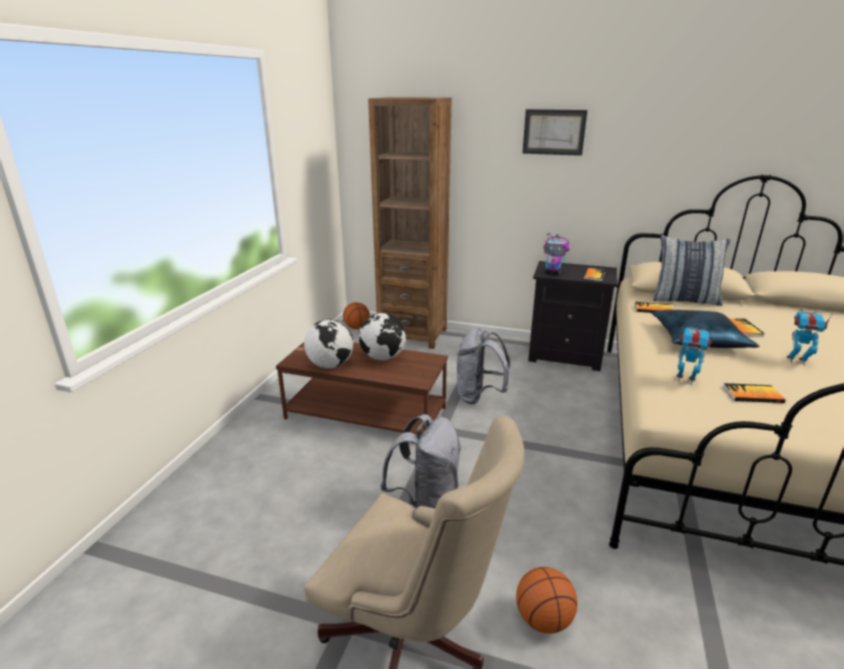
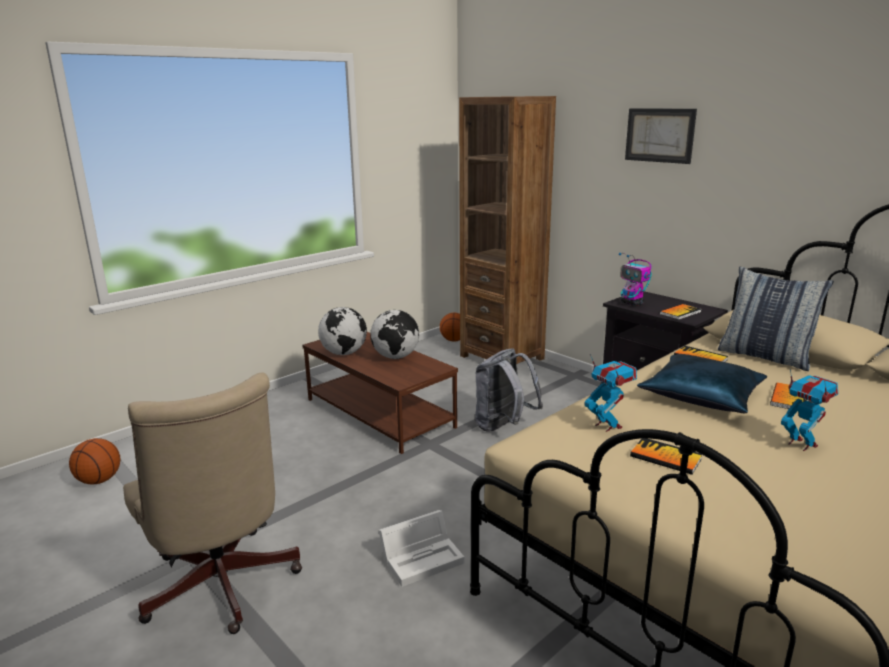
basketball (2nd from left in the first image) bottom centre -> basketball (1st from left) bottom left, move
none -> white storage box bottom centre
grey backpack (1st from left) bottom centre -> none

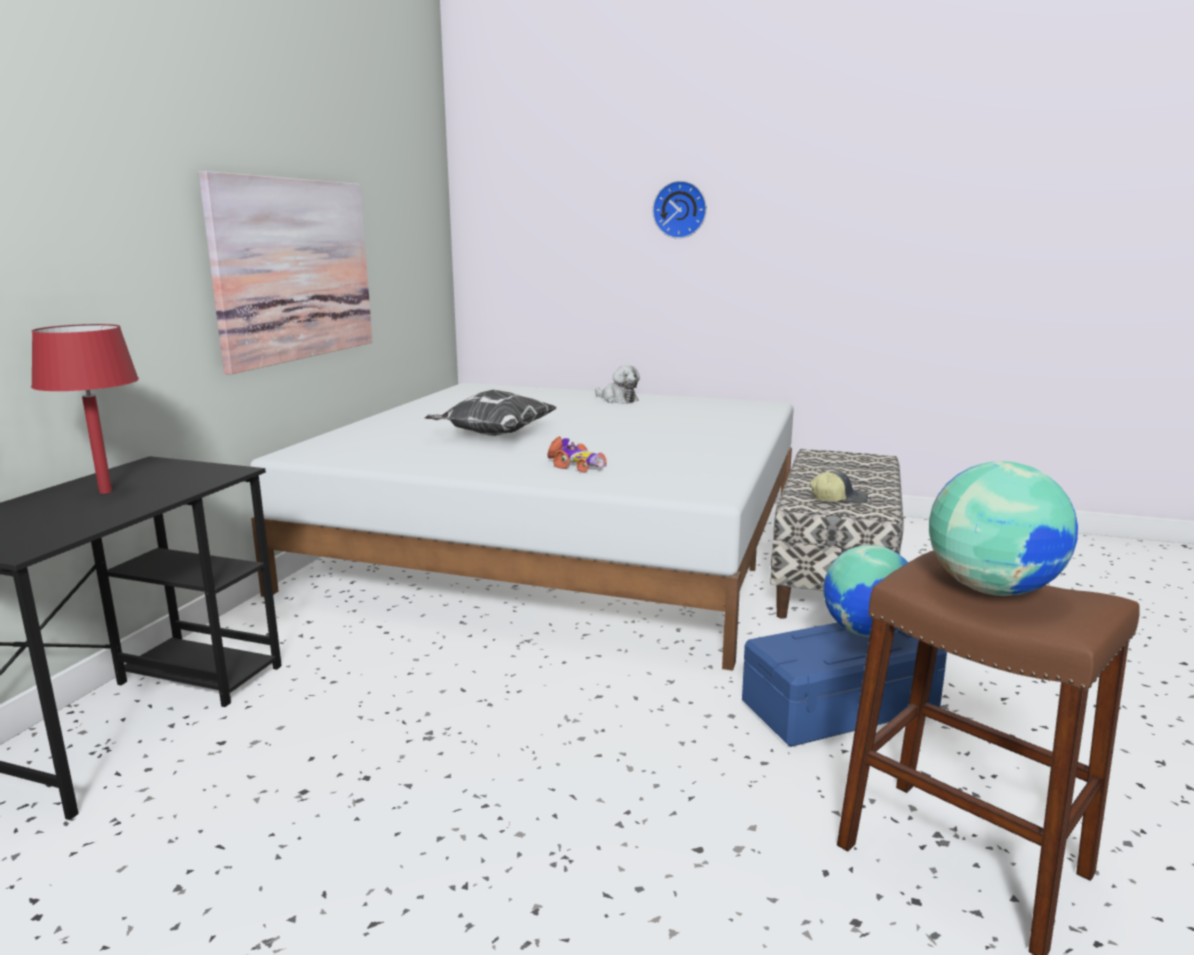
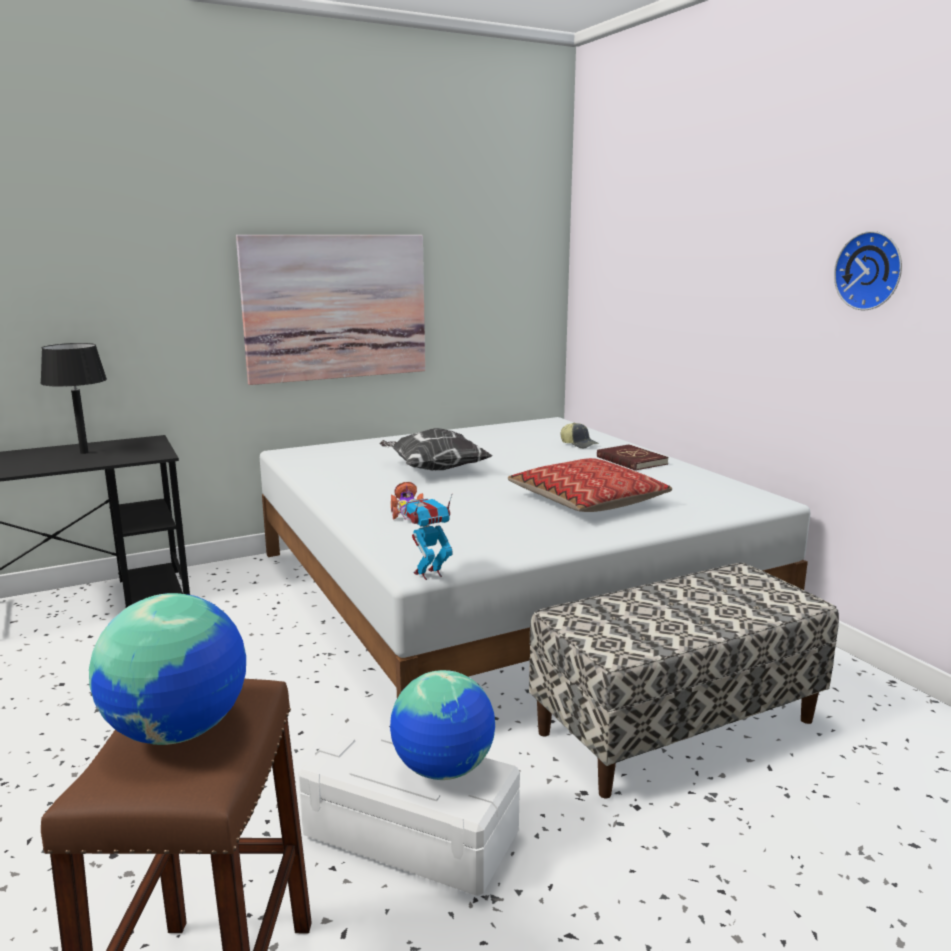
red table lamp middle left -> black table lamp middle left
blue storage box bottom right -> white storage box bottom centre
none -> toy robot centre
none -> pillow (2nd from left) centre
cap middle right -> cap centre, move
plush toy centre -> red book centre
wall clock top centre -> wall clock top right, move

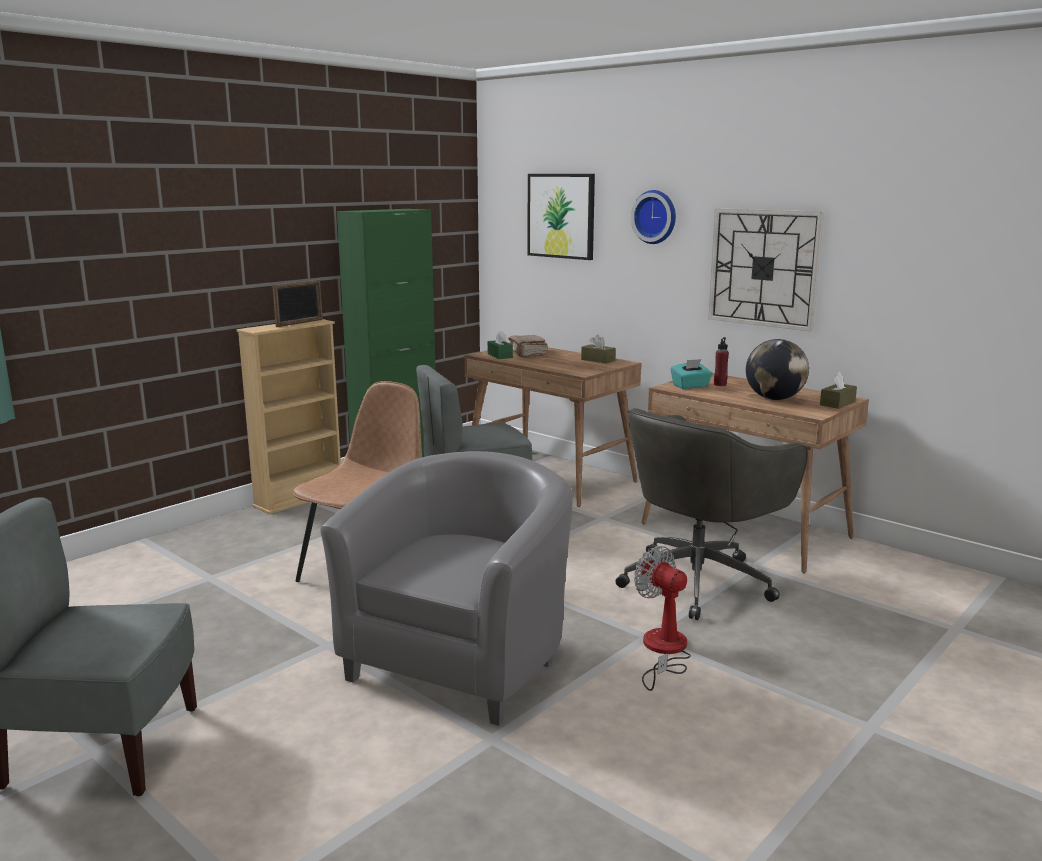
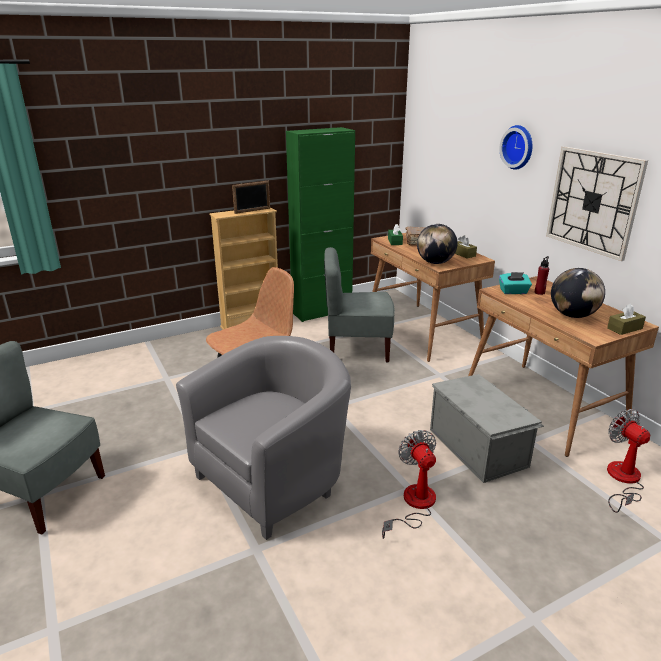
none -> globe (1st from left) centre
grey office chair middle right -> grey storage box middle right
none -> fan (2nd from left) bottom right
picture top centre -> none

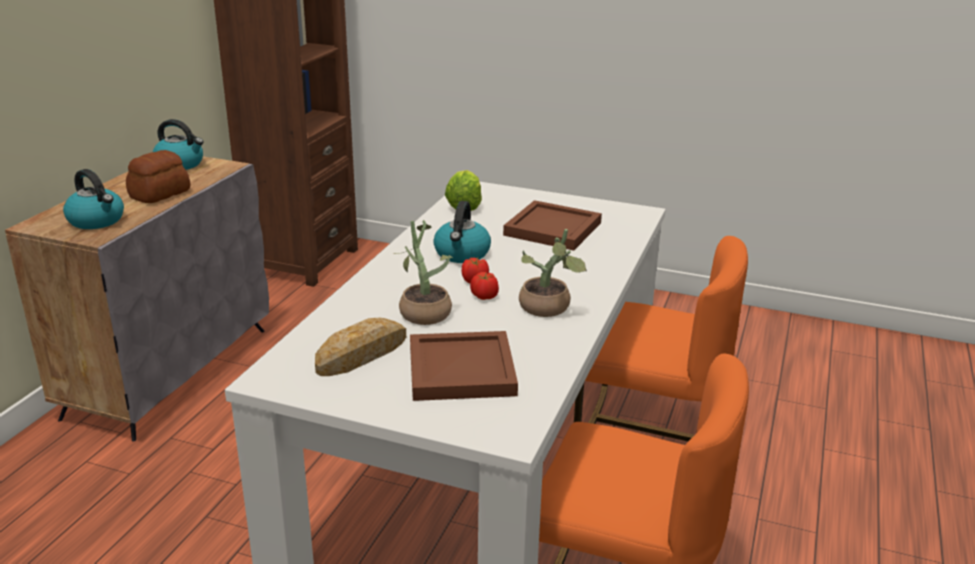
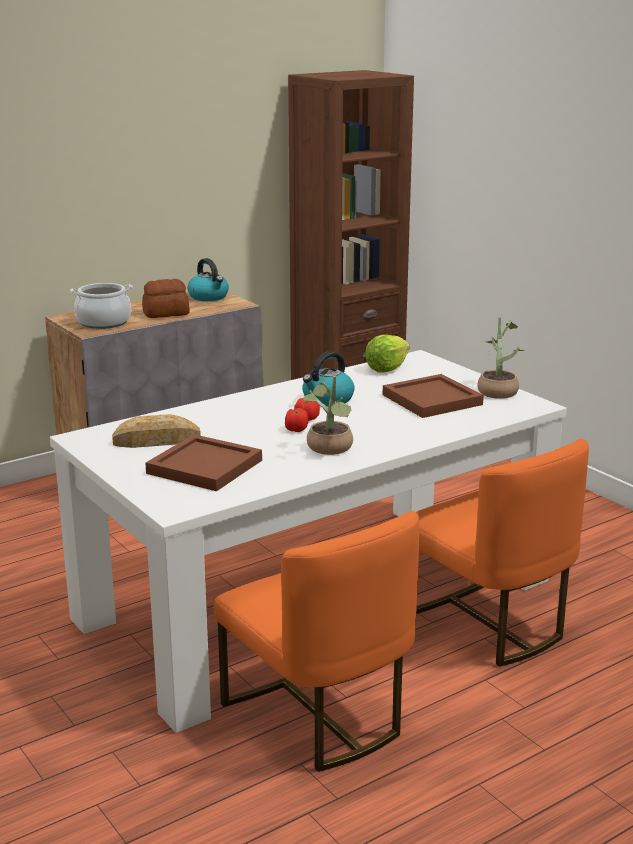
kettle (1st from left) middle left -> cooking pot middle left
potted plant (1st from left in the first image) centre -> potted plant (2nd from left) middle right, move

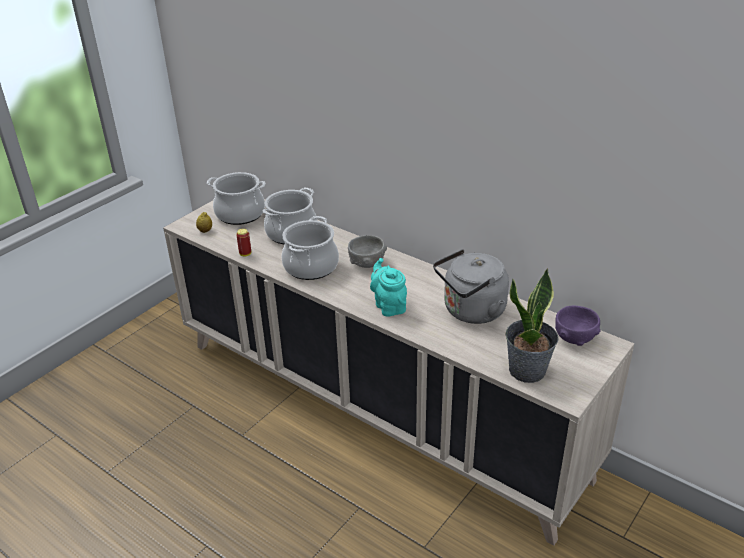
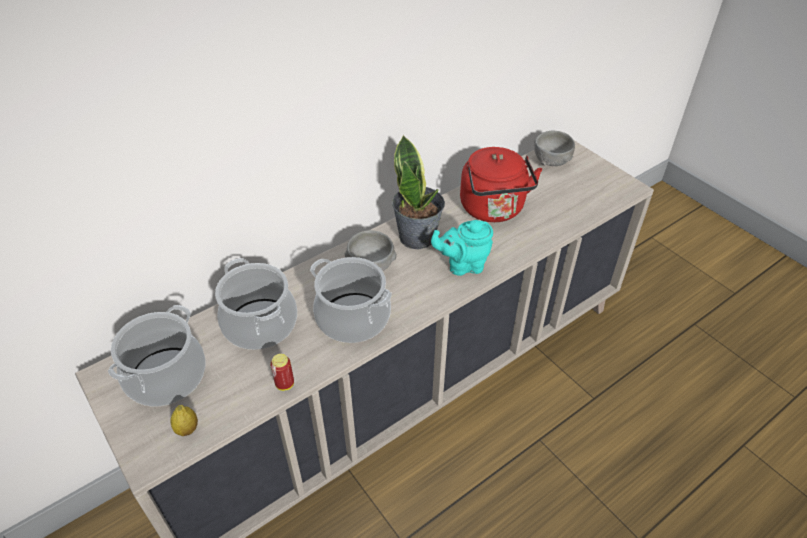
potted plant middle right -> potted plant centre, move
grey kettle centre -> red kettle centre
purple bowl middle right -> grey bowl (2nd from left) top right

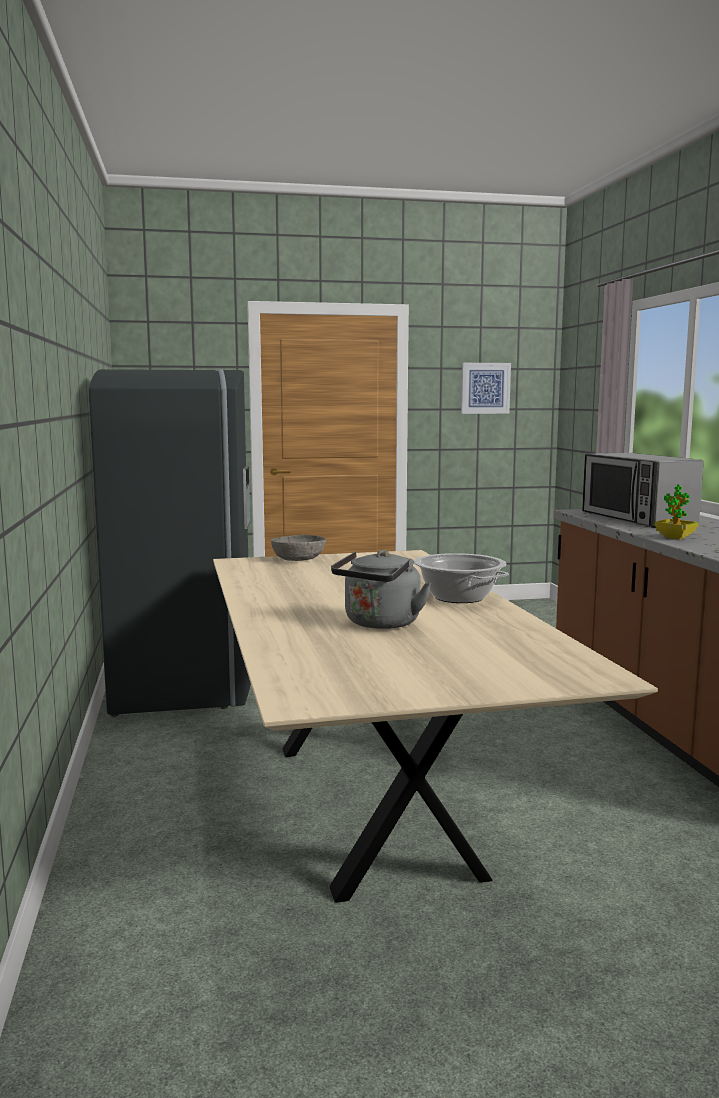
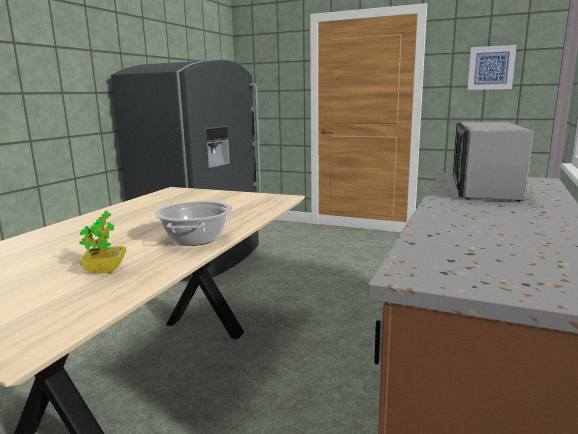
potted plant middle right -> potted plant middle left, move
grey bowl centre -> none
grey kettle centre -> none

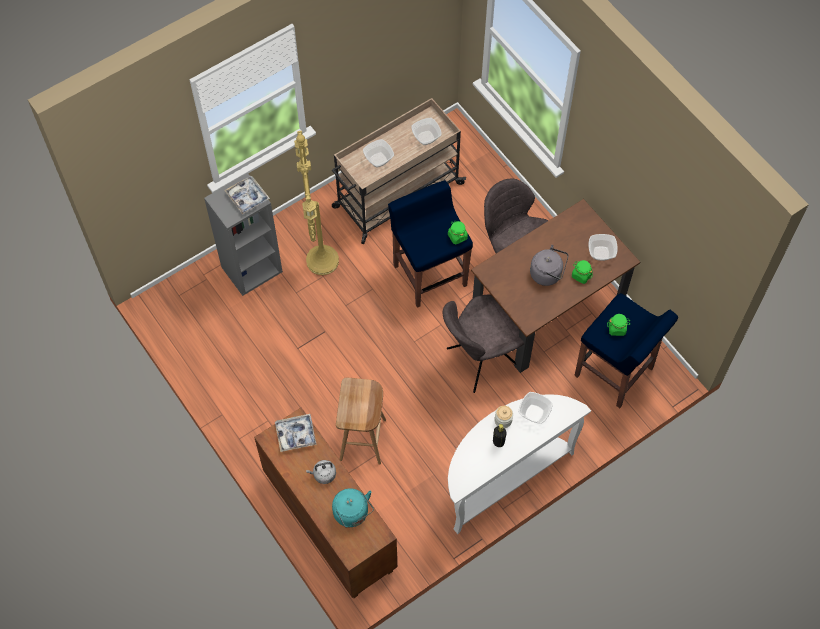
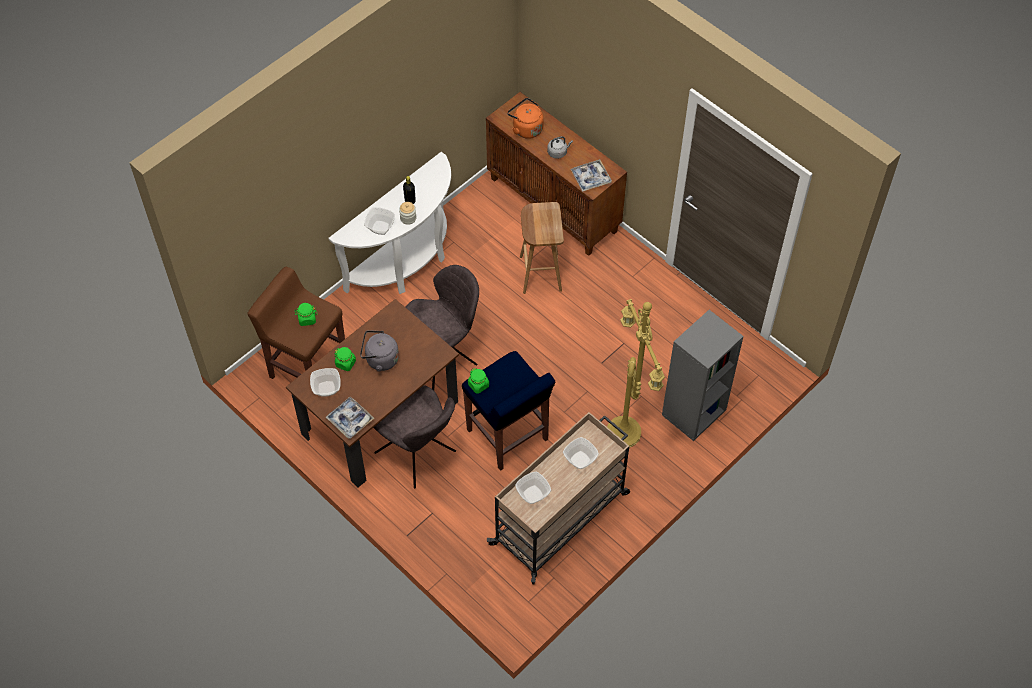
blue stool (2nd from left) middle right -> brown stool (1st from left) middle left
tray (1st from left) top left -> tray (1st from left) centre, move
turquoise kettle bottom centre -> orange kettle top centre

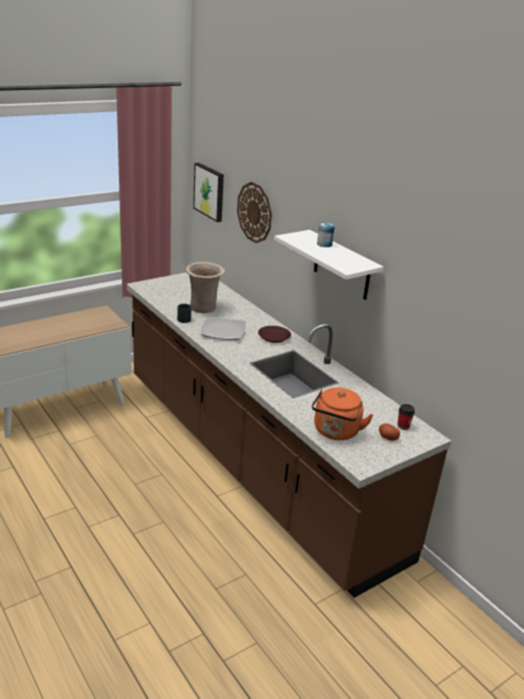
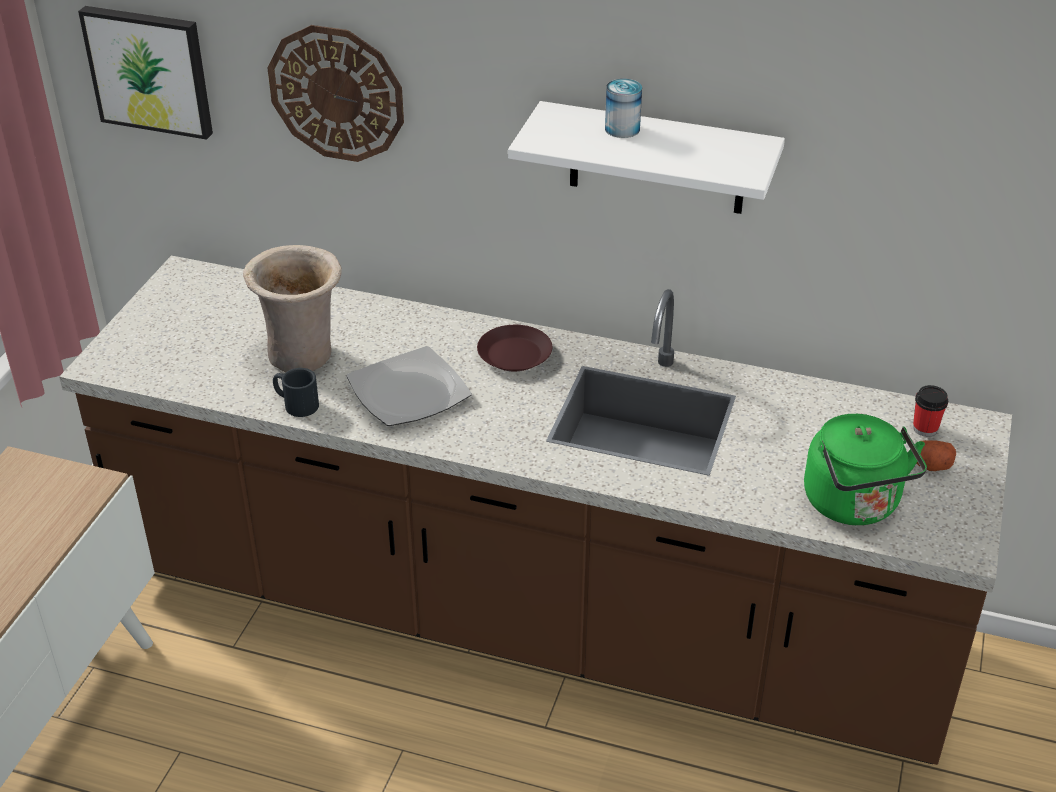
orange kettle centre -> green kettle middle right

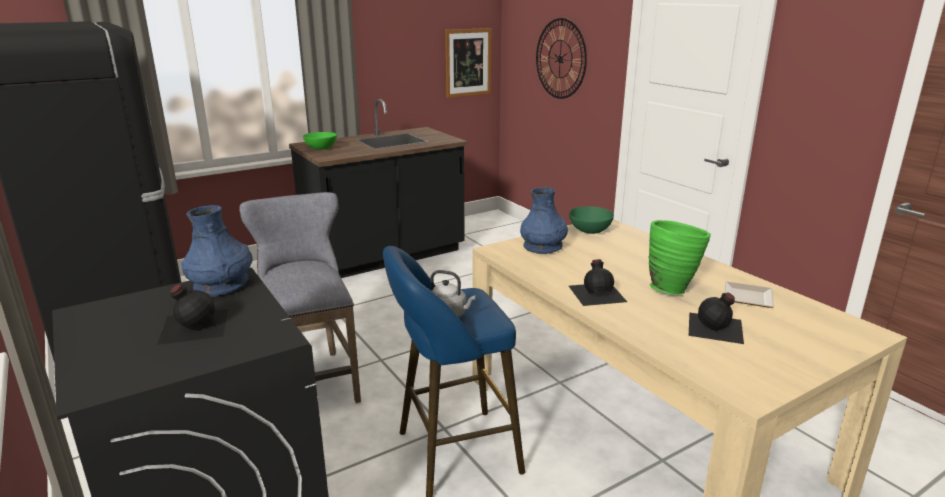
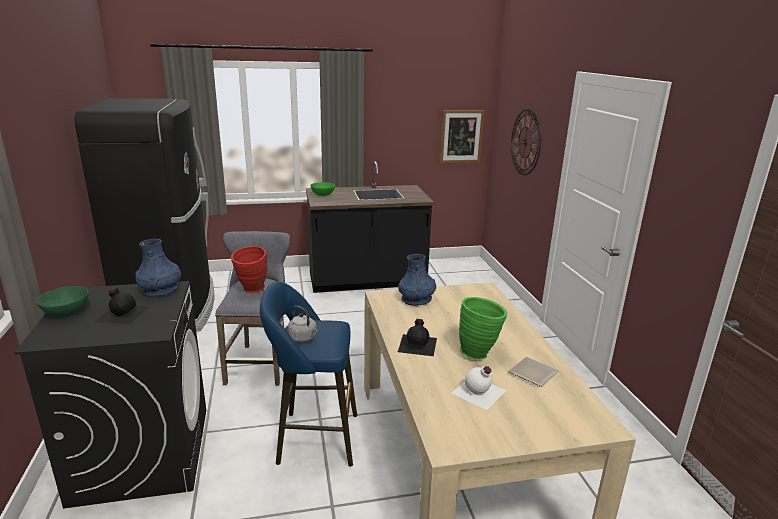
green bowl (2nd from left in the first image) centre -> green bowl (1st from left) middle left, move
none -> red vase middle left
black bottle (3rd from left) middle right -> white bottle bottom centre

